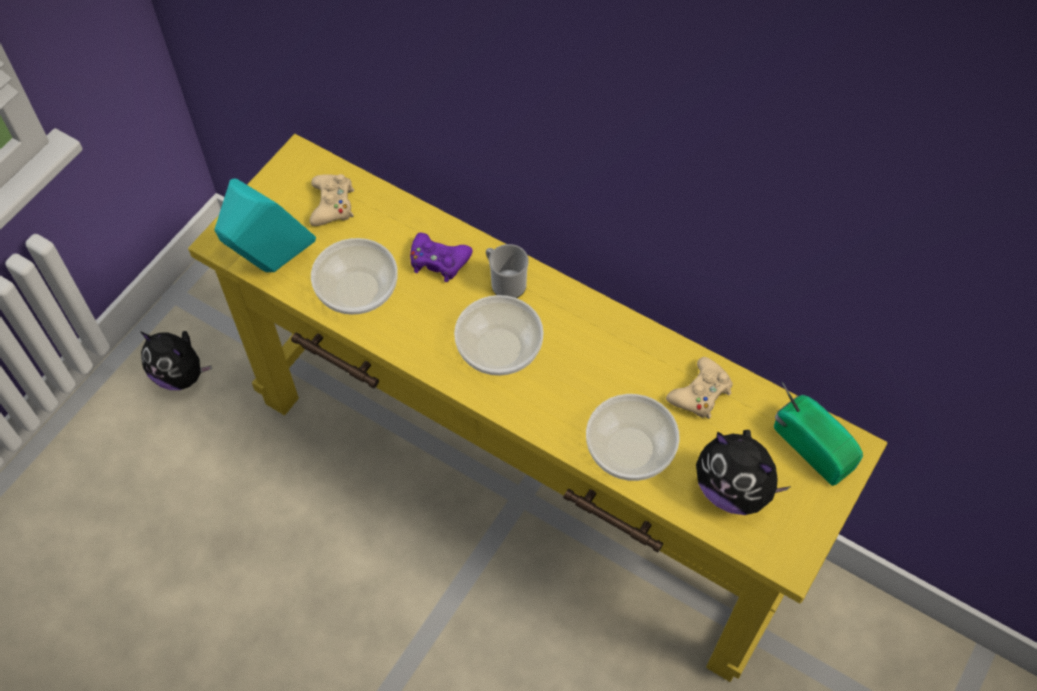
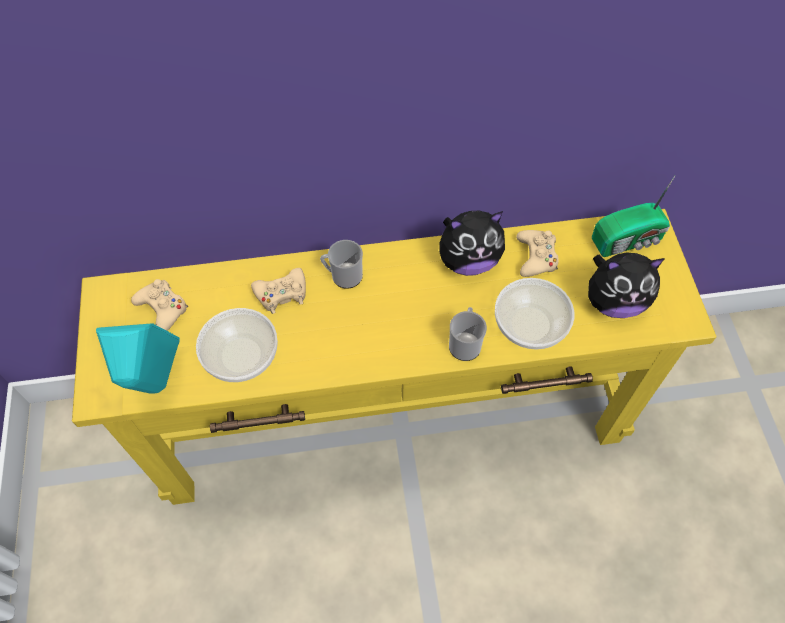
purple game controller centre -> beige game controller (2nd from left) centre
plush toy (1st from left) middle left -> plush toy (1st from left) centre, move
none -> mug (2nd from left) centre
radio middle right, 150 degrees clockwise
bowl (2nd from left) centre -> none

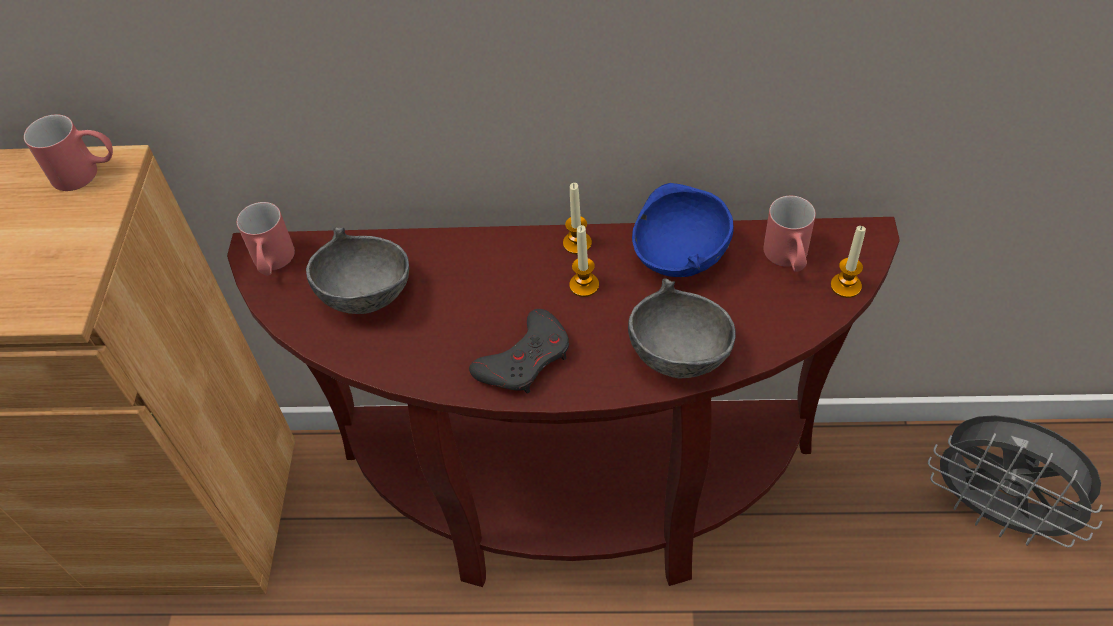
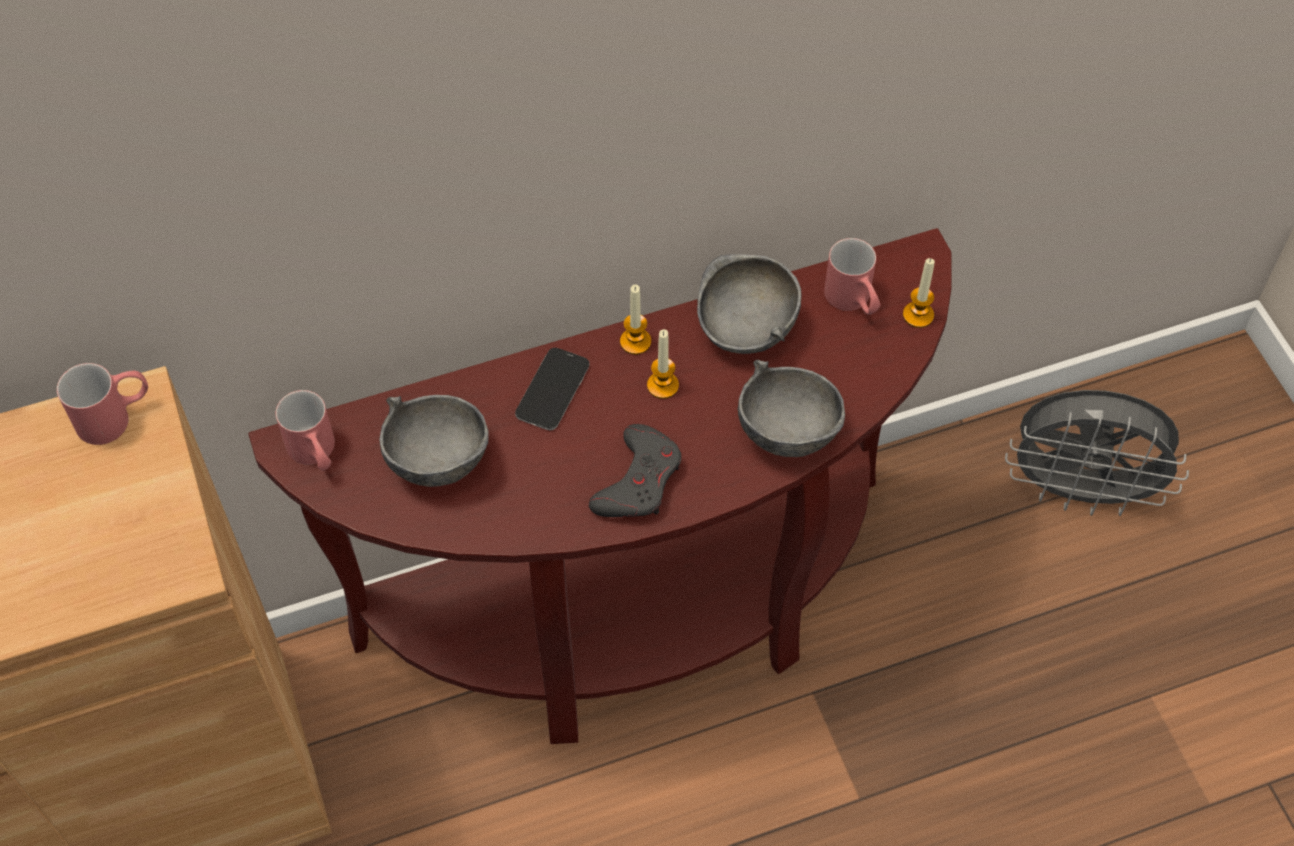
none -> phone centre
blue bowl centre -> grey bowl (2nd from left) centre

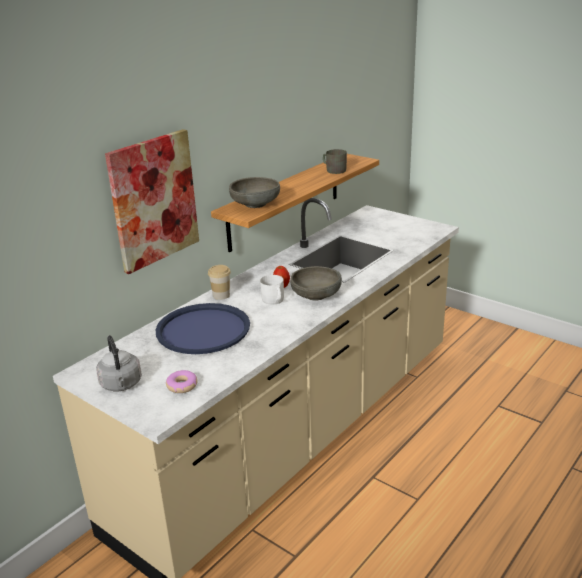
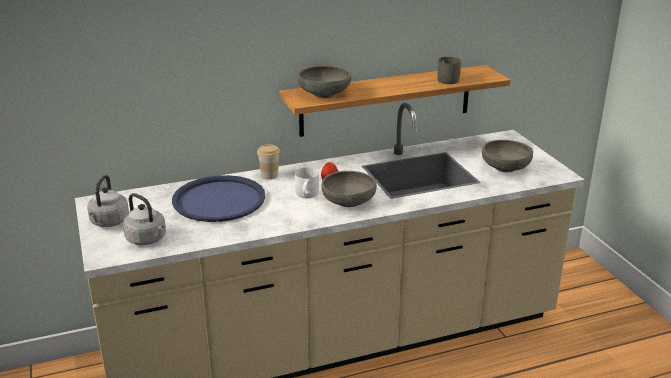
donut middle left -> grey kettle (2nd from left) middle left
none -> grey bowl (3rd from left) middle right
picture middle left -> none

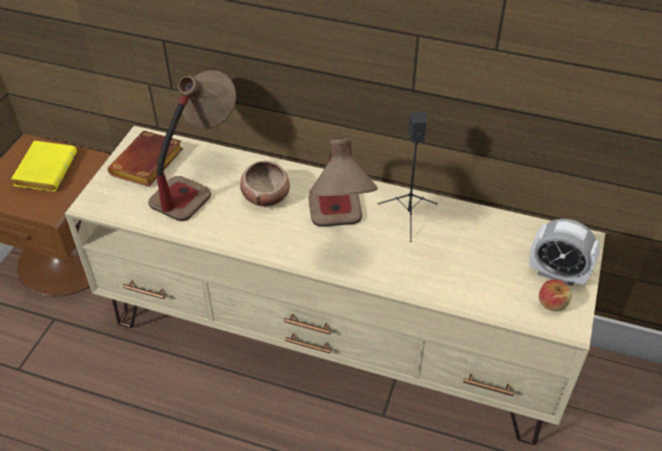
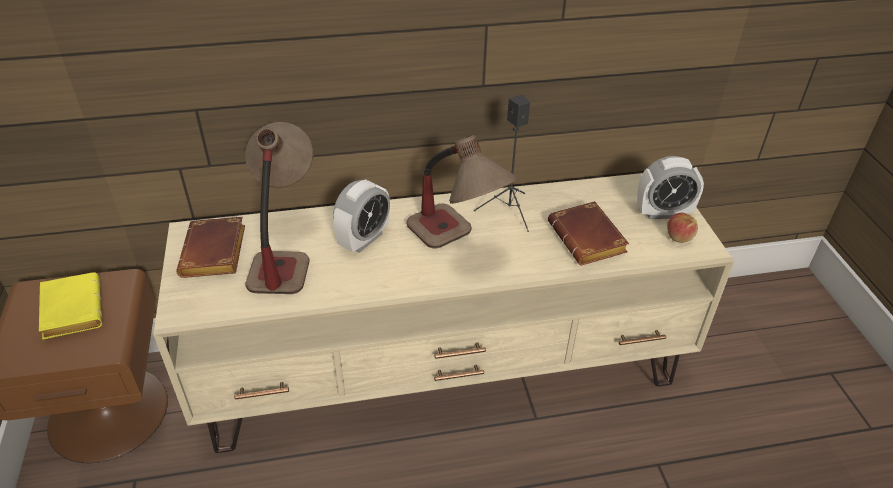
bowl centre -> alarm clock (1st from left) centre
none -> brown book (2nd from left) centre

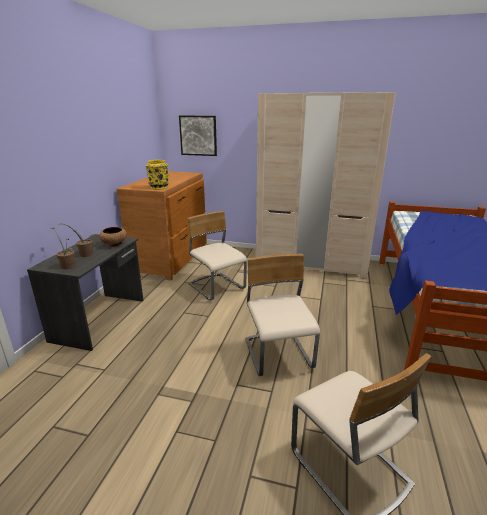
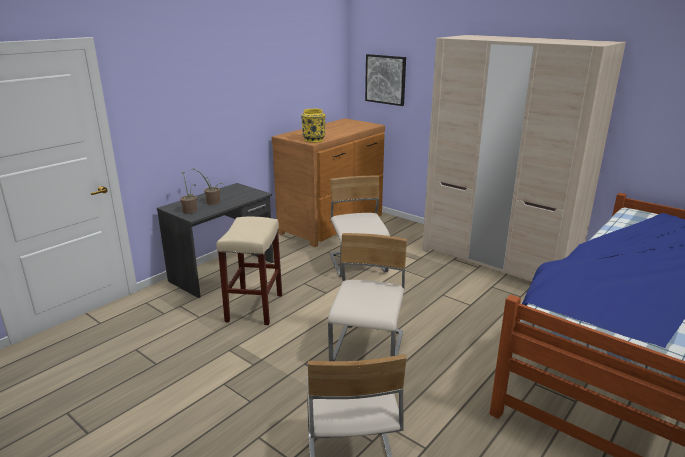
none -> beige stool centre
brown bowl middle left -> none

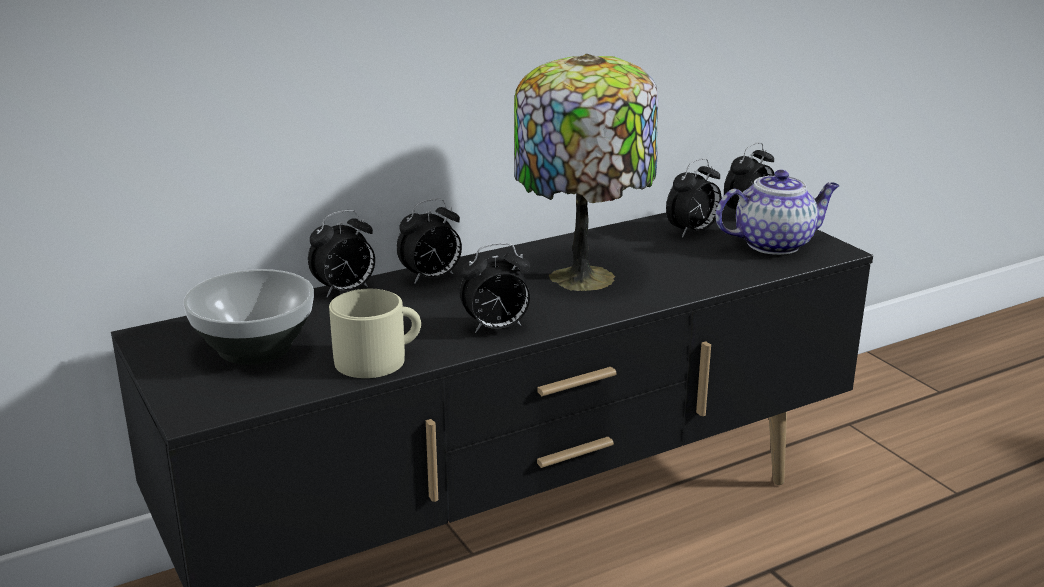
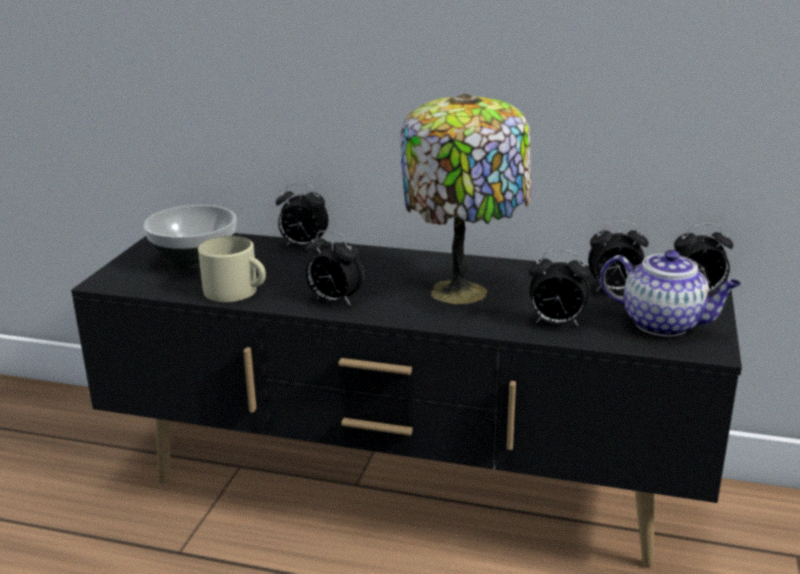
alarm clock (2nd from left in the first image) centre -> alarm clock (3rd from left) middle right, move

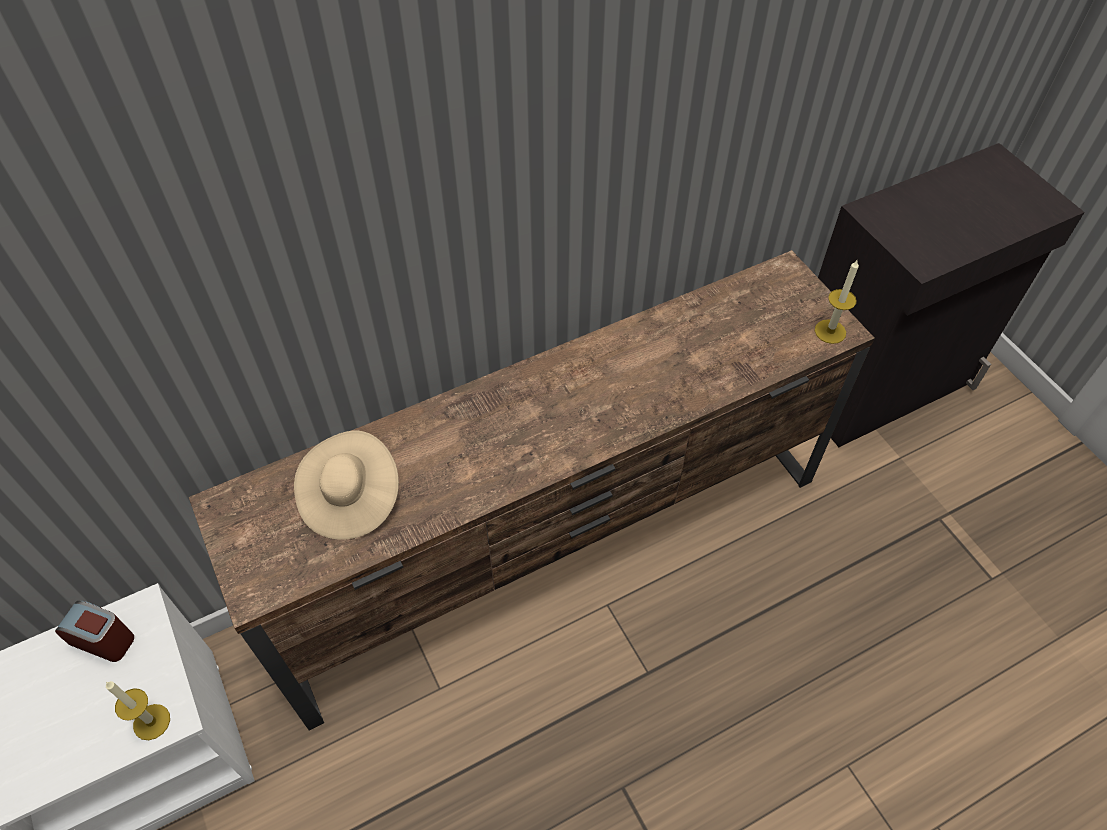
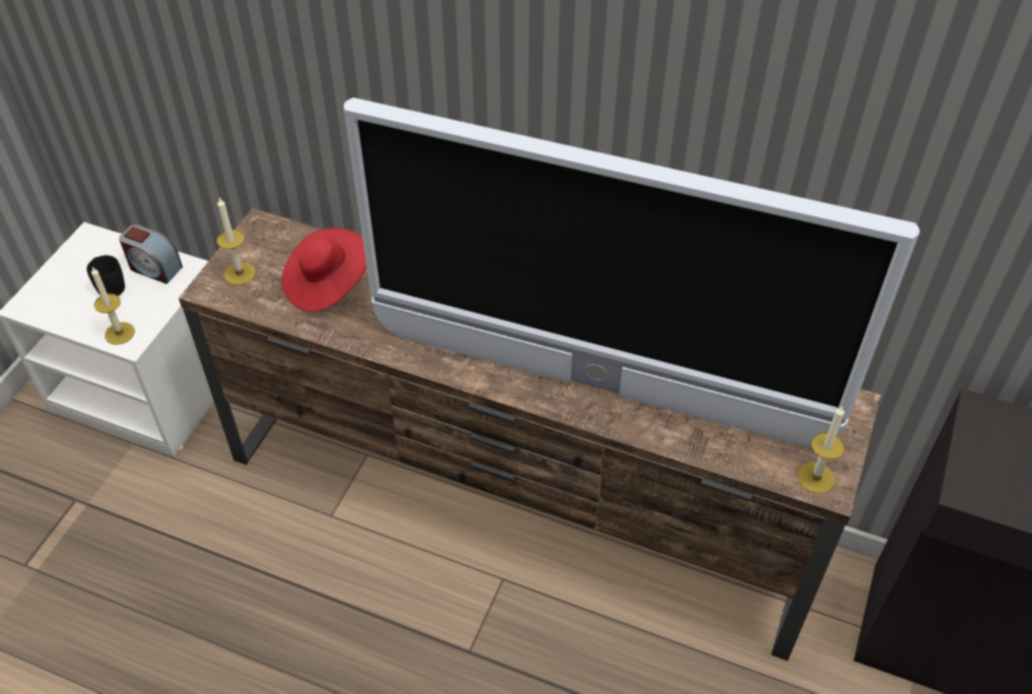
none -> black mug middle left
alarm clock bottom left -> alarm clock middle left, 135 degrees clockwise
none -> candle (2nd from left) middle left
beige hat middle left -> red hat middle left
none -> television centre

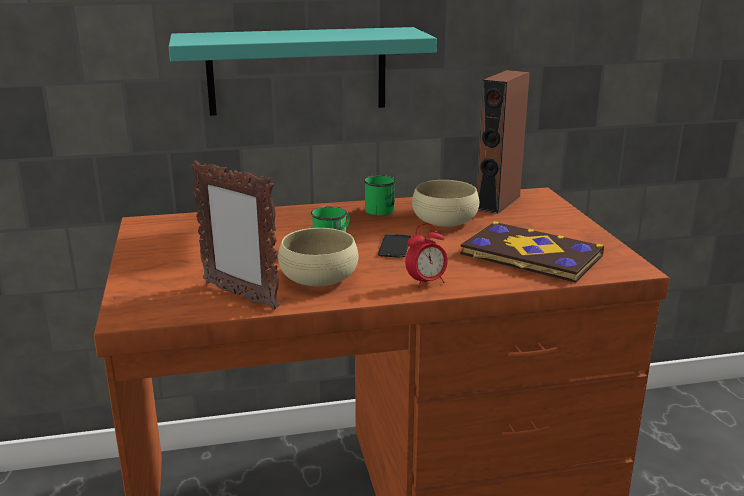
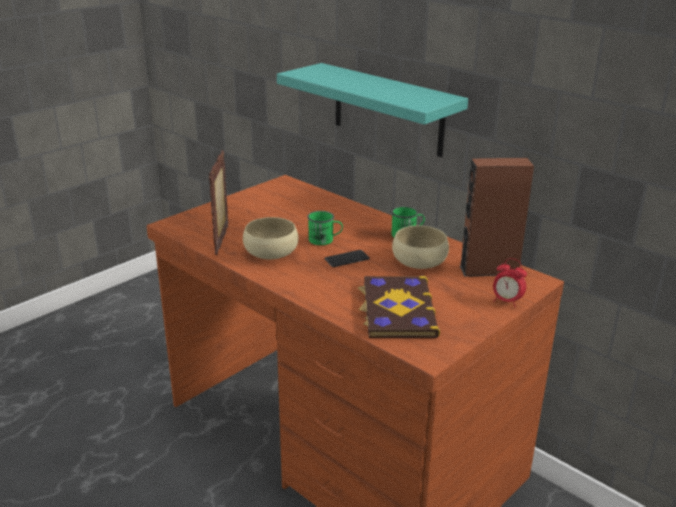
alarm clock centre -> alarm clock middle right, move

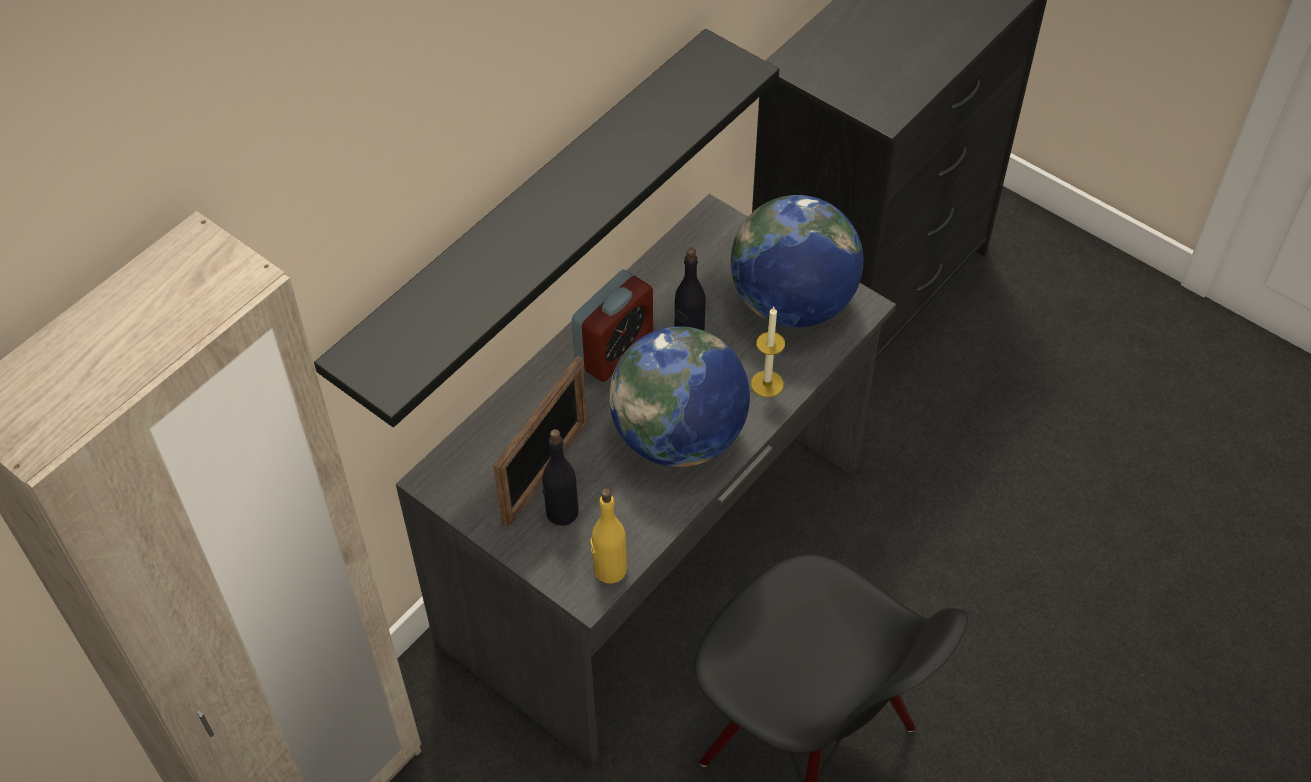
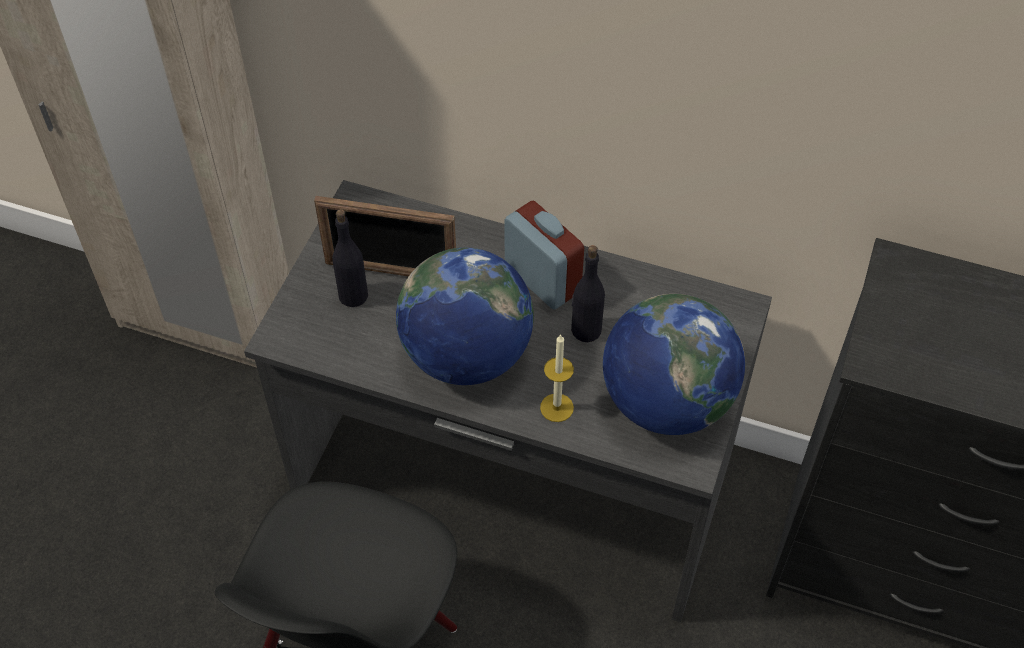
alarm clock centre, 150 degrees counterclockwise
black shelf top centre -> none
yellow bottle bottom centre -> none

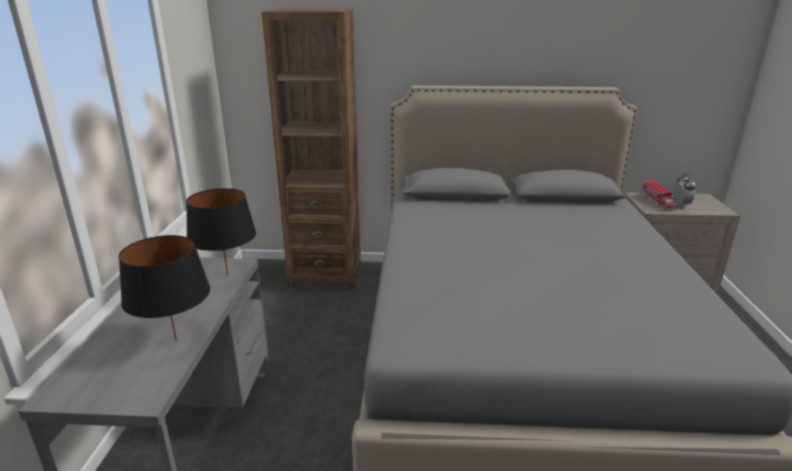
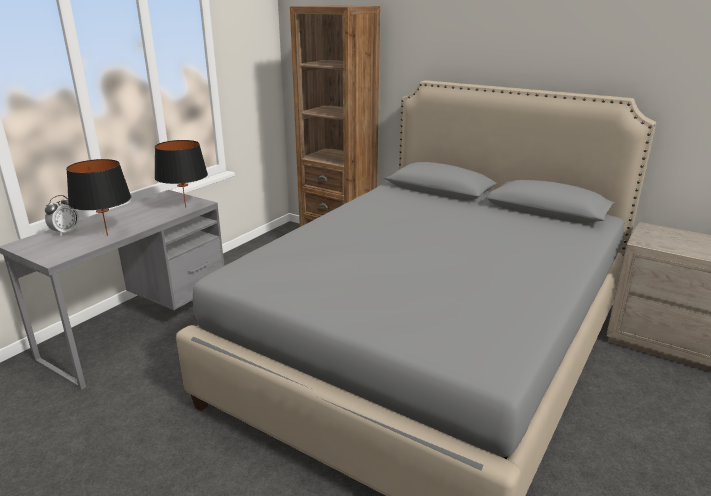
alarm clock middle right -> alarm clock middle left, move
toy truck middle right -> none

